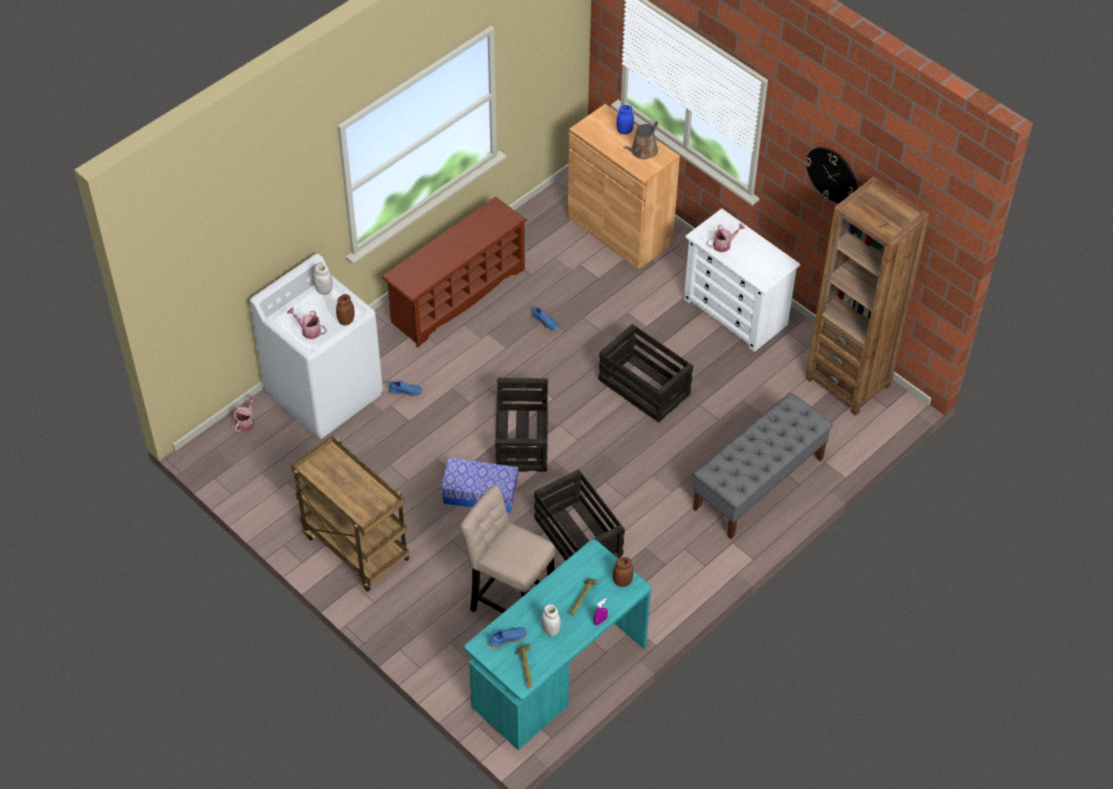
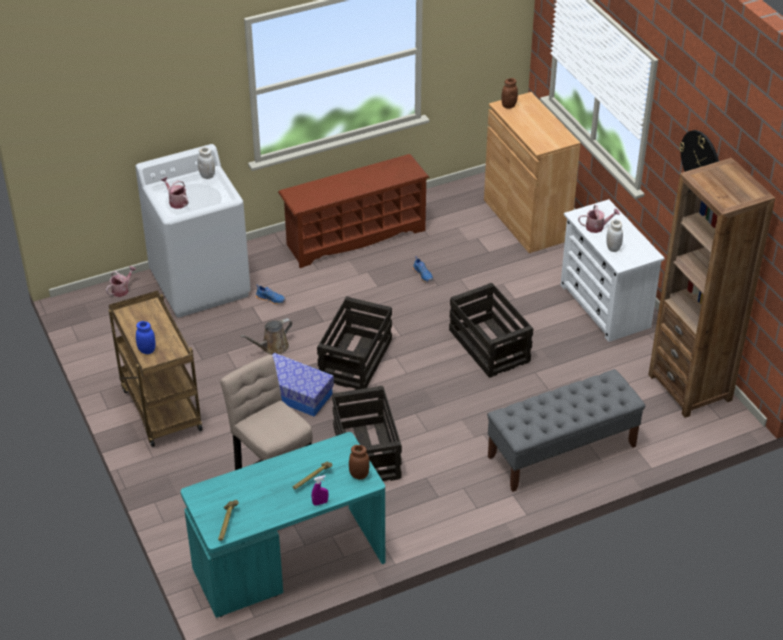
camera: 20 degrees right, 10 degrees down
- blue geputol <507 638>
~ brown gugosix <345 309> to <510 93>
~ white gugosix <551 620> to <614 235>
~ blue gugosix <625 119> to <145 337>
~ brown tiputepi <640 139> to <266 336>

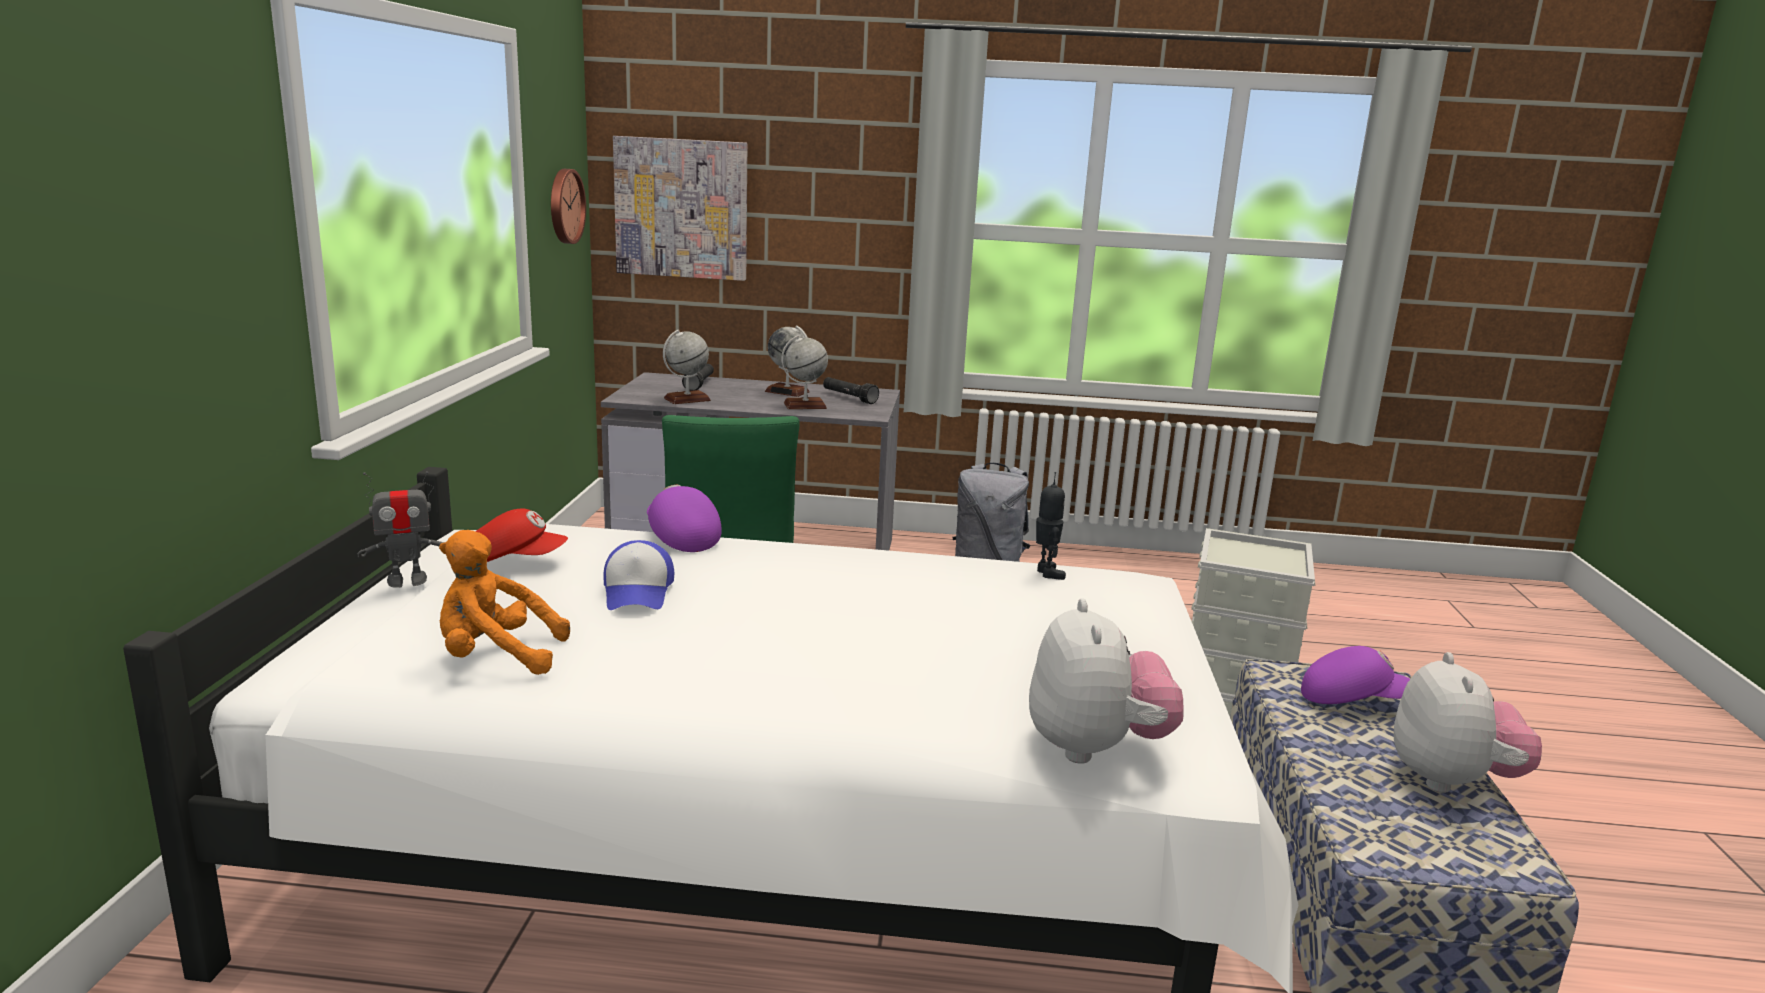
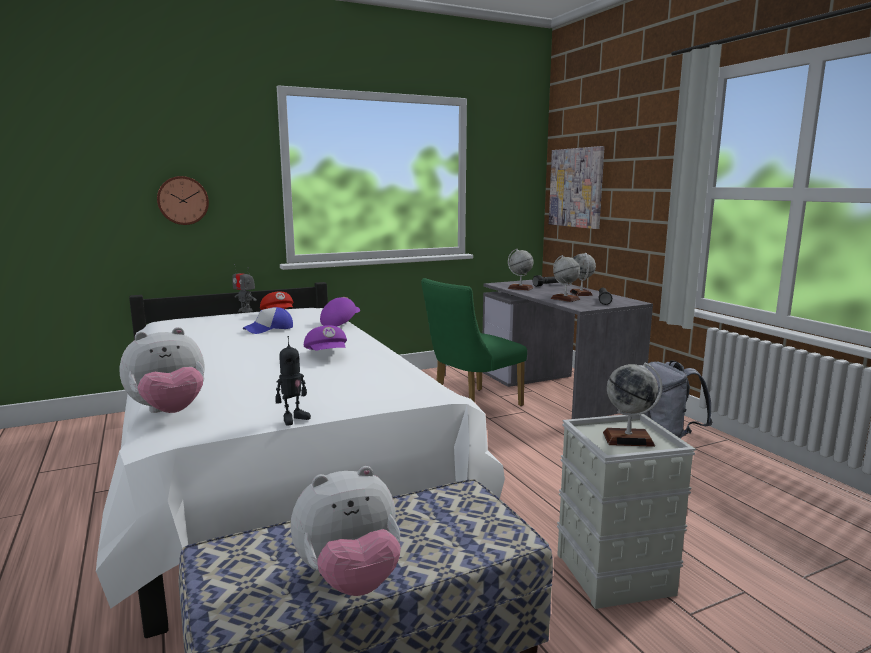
camera: 60 degrees right, 5 degrees down
- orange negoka <504 602>
+ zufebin <633 405>
~ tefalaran <568 206> to <183 200>
~ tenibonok <1051 526> to <293 380>
~ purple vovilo <1355 675> to <325 338>

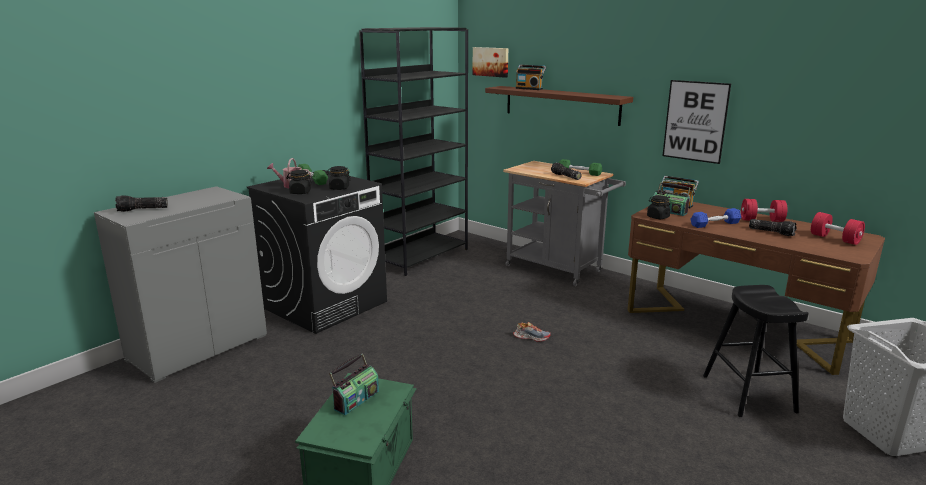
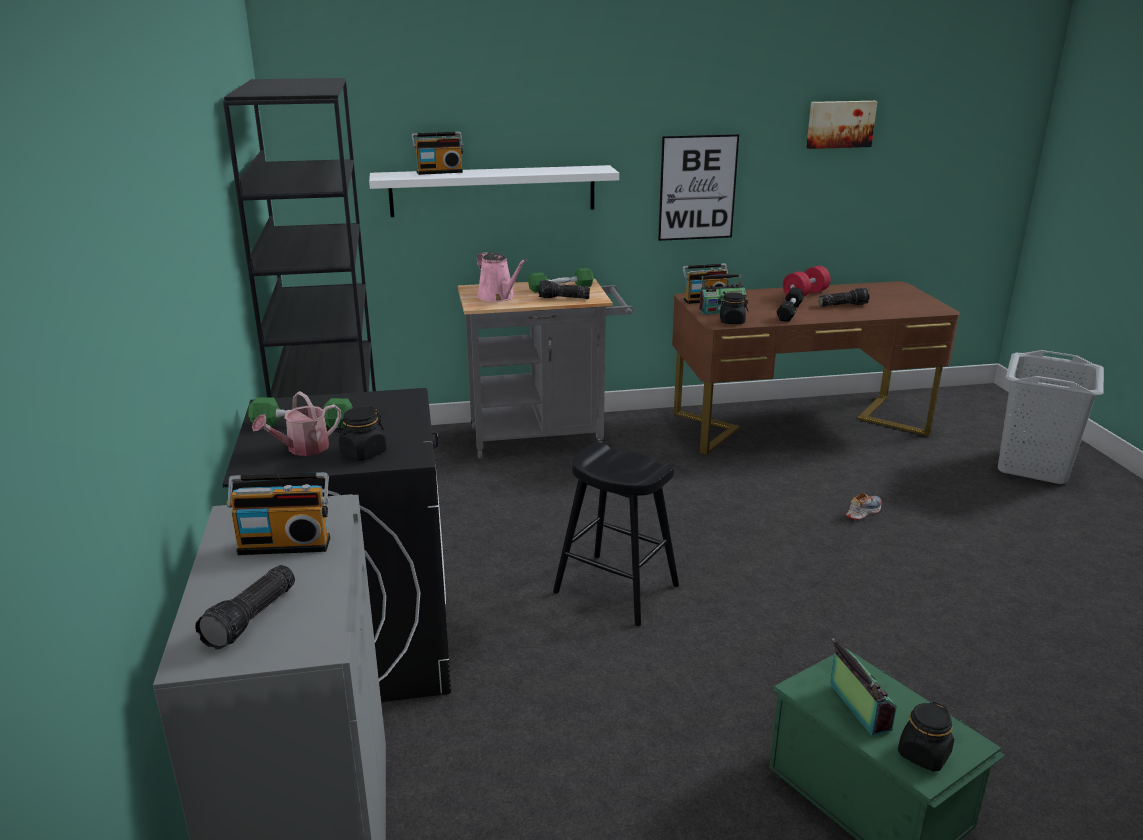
camera: 50 degrees left, 5 degrees up
- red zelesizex <838 228>
+ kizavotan <278 513>
+ pink tiputepi <502 277>
~ black gugosix <338 178> to <926 737>
~ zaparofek <490 62> to <841 125>
~ geputol <532 332> to <864 506>
~ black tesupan <756 351> to <616 534>
~ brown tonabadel <559 106> to white tonabadel <494 191>
~ blue zelesizex <716 218> to black zelesizex <790 305>

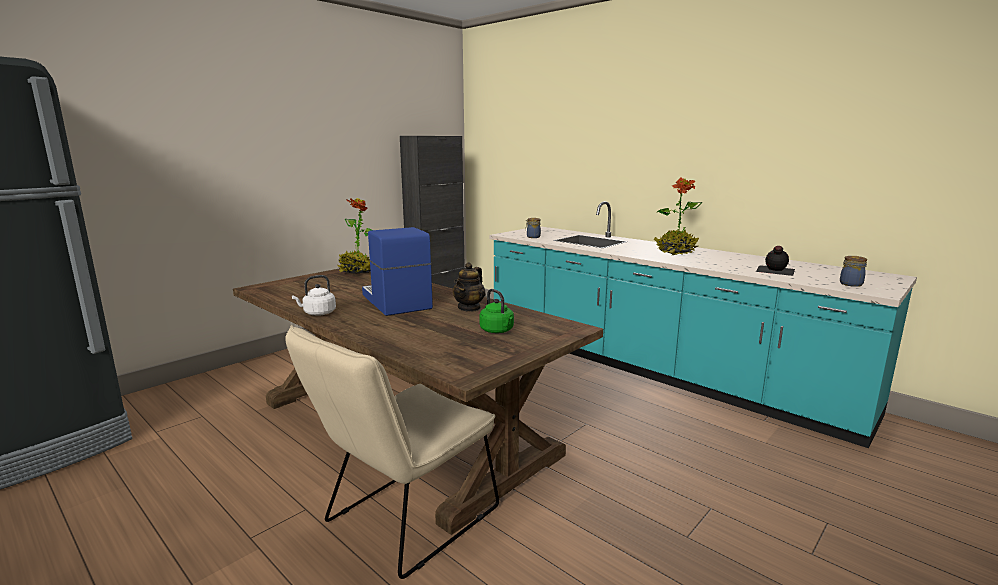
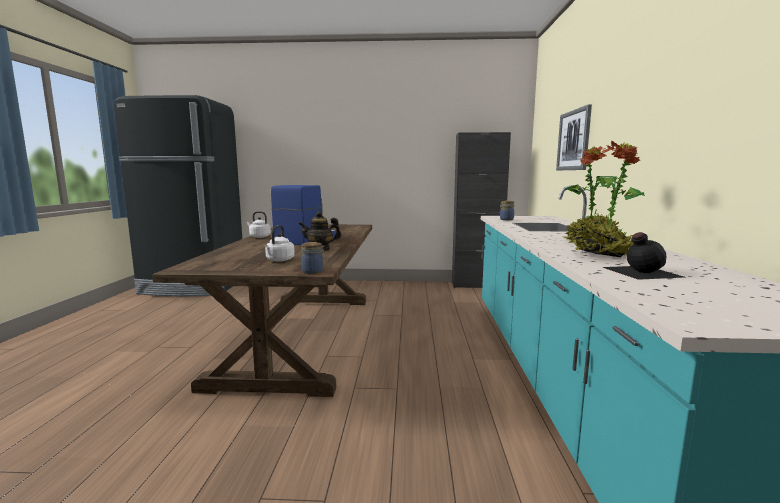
camera: 50 degrees right, 5 degrees down
- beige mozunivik <392 452>
+ zaparofek <574 137>
~ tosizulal <354 235> to <609 198>
~ gugosix <853 271> to <313 258>
~ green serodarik <496 311> to white serodarik <280 243>

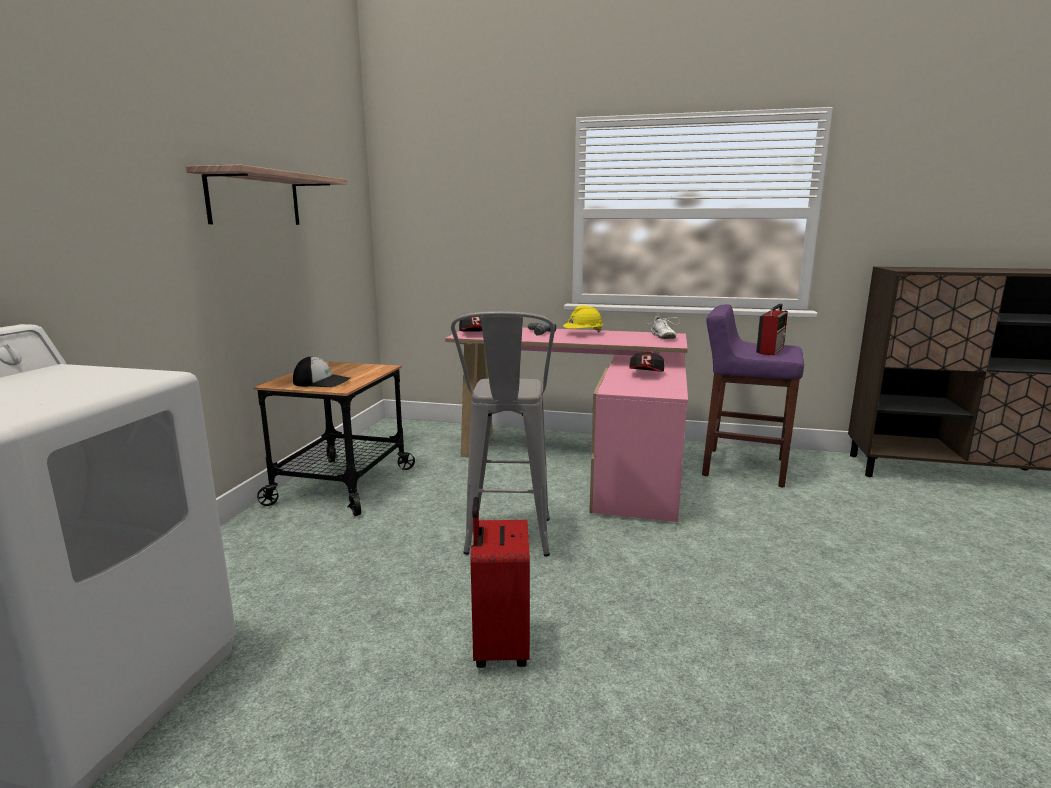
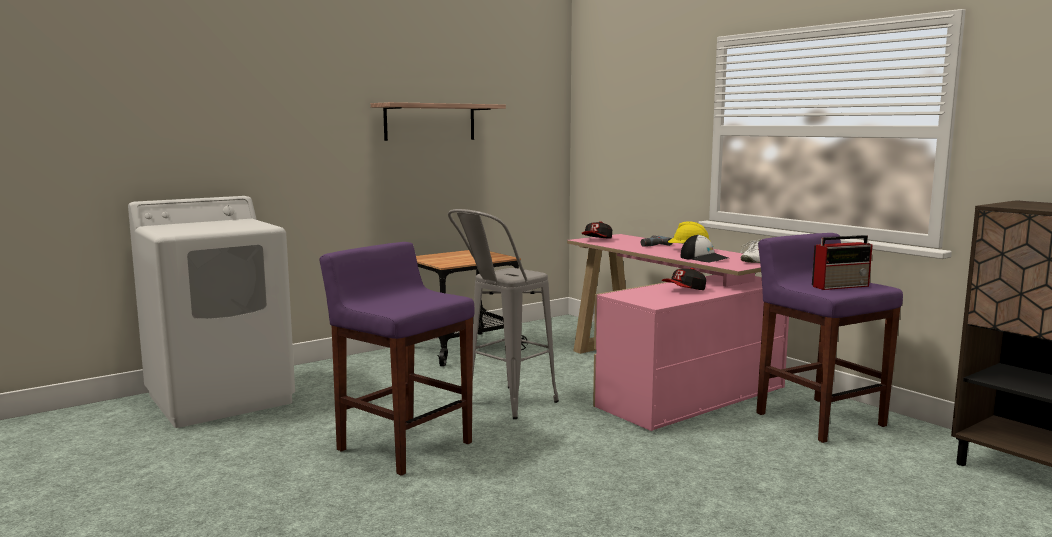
camera: 40 degrees right, 5 degrees down
~ vovilo <321 371> to <704 248>
~ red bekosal <500 582> to purple tesupan <397 359>

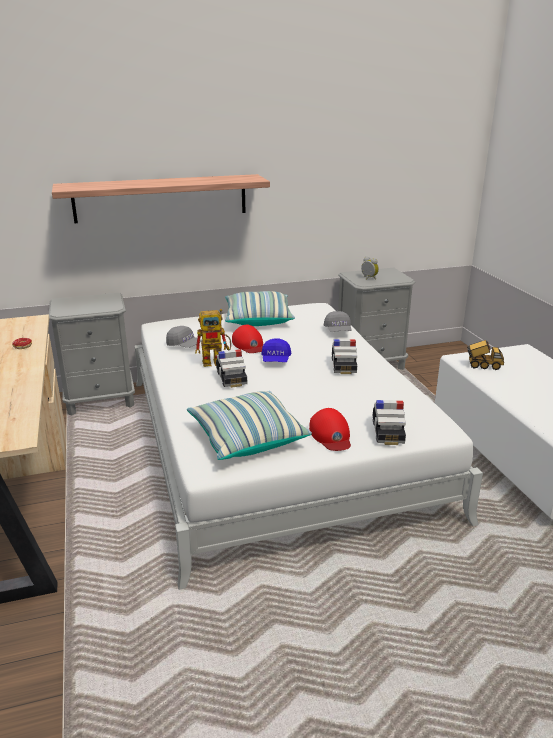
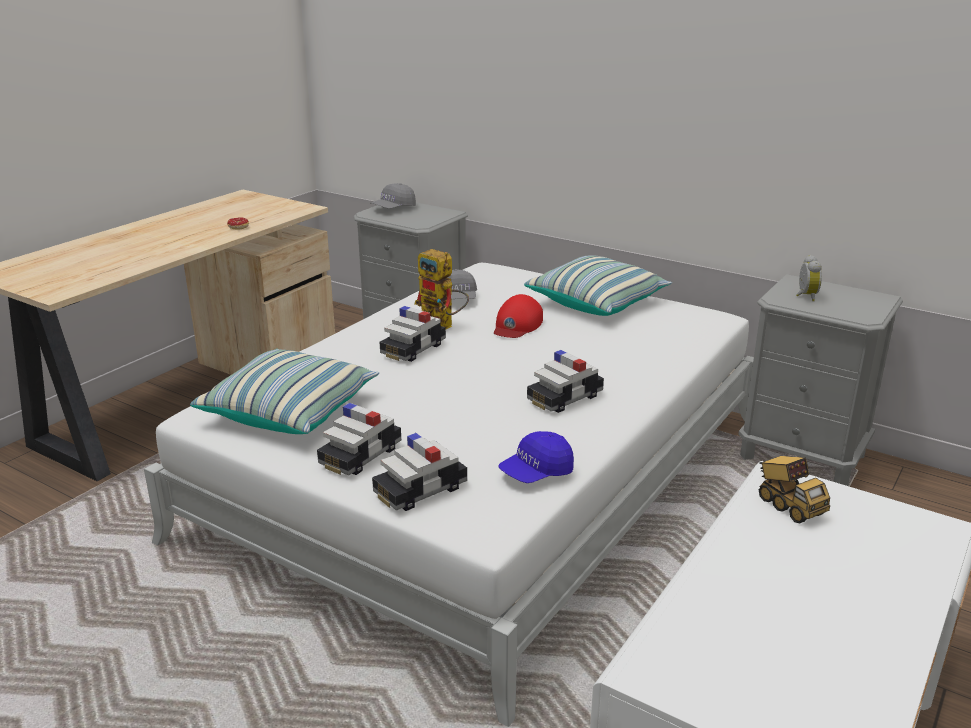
camera: 50 degrees right, 0 degrees up
- tonabadel <161 199>
~ blue vovilo <276 350> to <536 457>
~ grey vovilo <338 321> to <393 196>
~ red vovilo <330 429> to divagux <359 439>

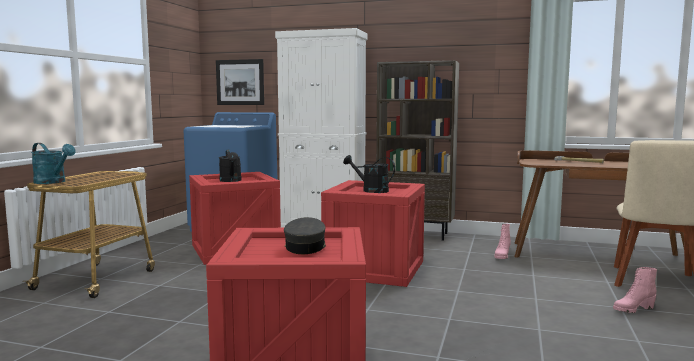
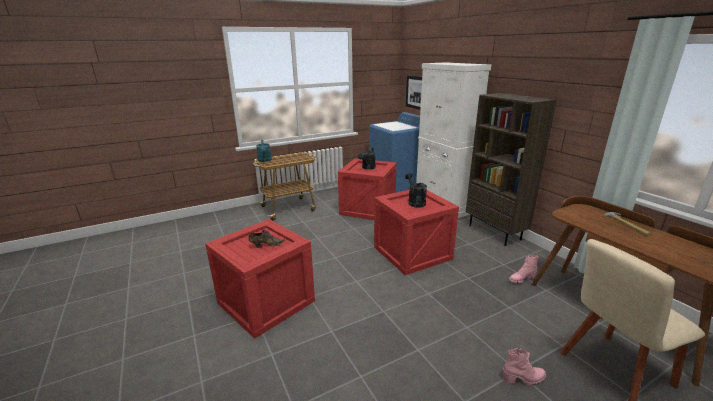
camera: 45 degrees right, 15 degrees up
~ grey vovilo <305 235> to brown geputol <266 239>
~ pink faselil <635 290> = <524 367> 150 degrees clockwise

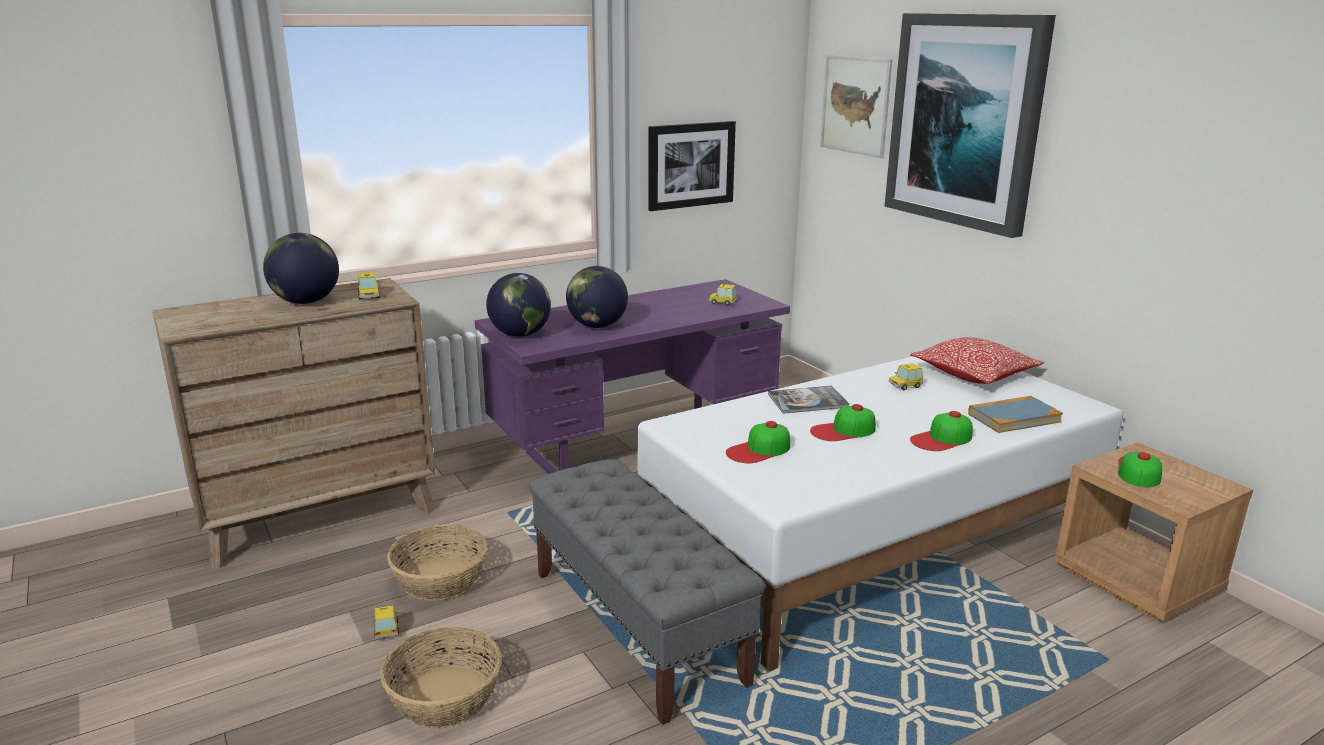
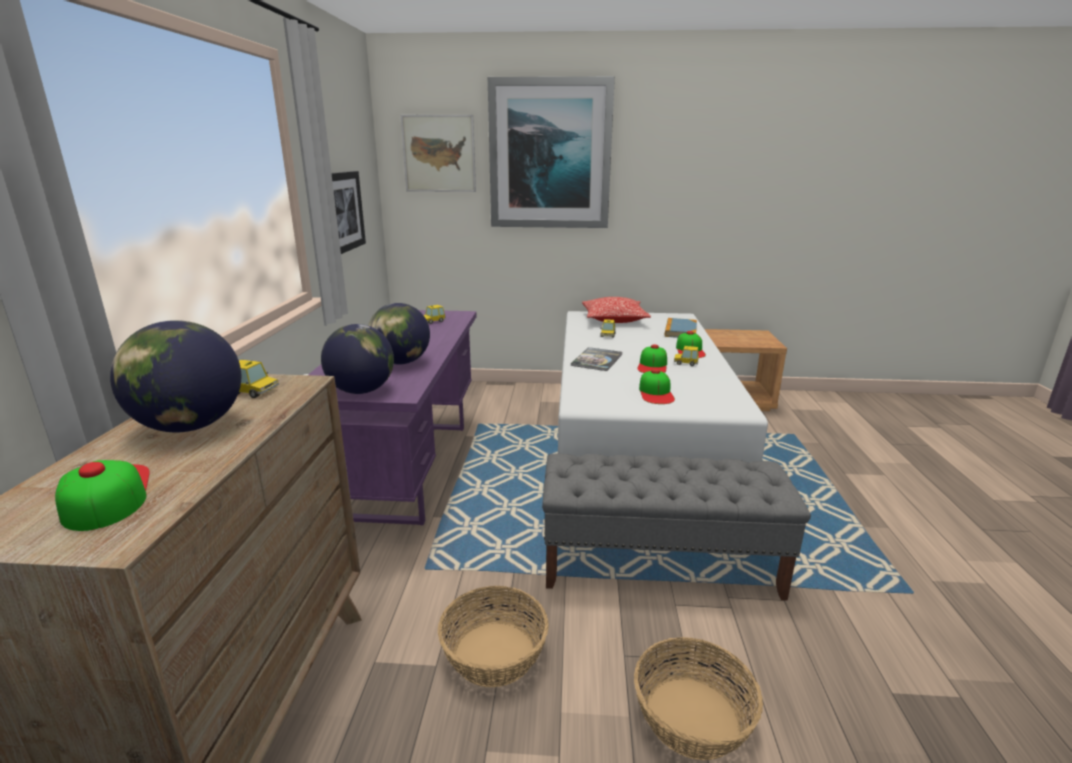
camera: 55 degrees left, 0 degrees up
~ divagux <385 622> to <686 356>
~ vovilo <1140 469> to <102 495>

